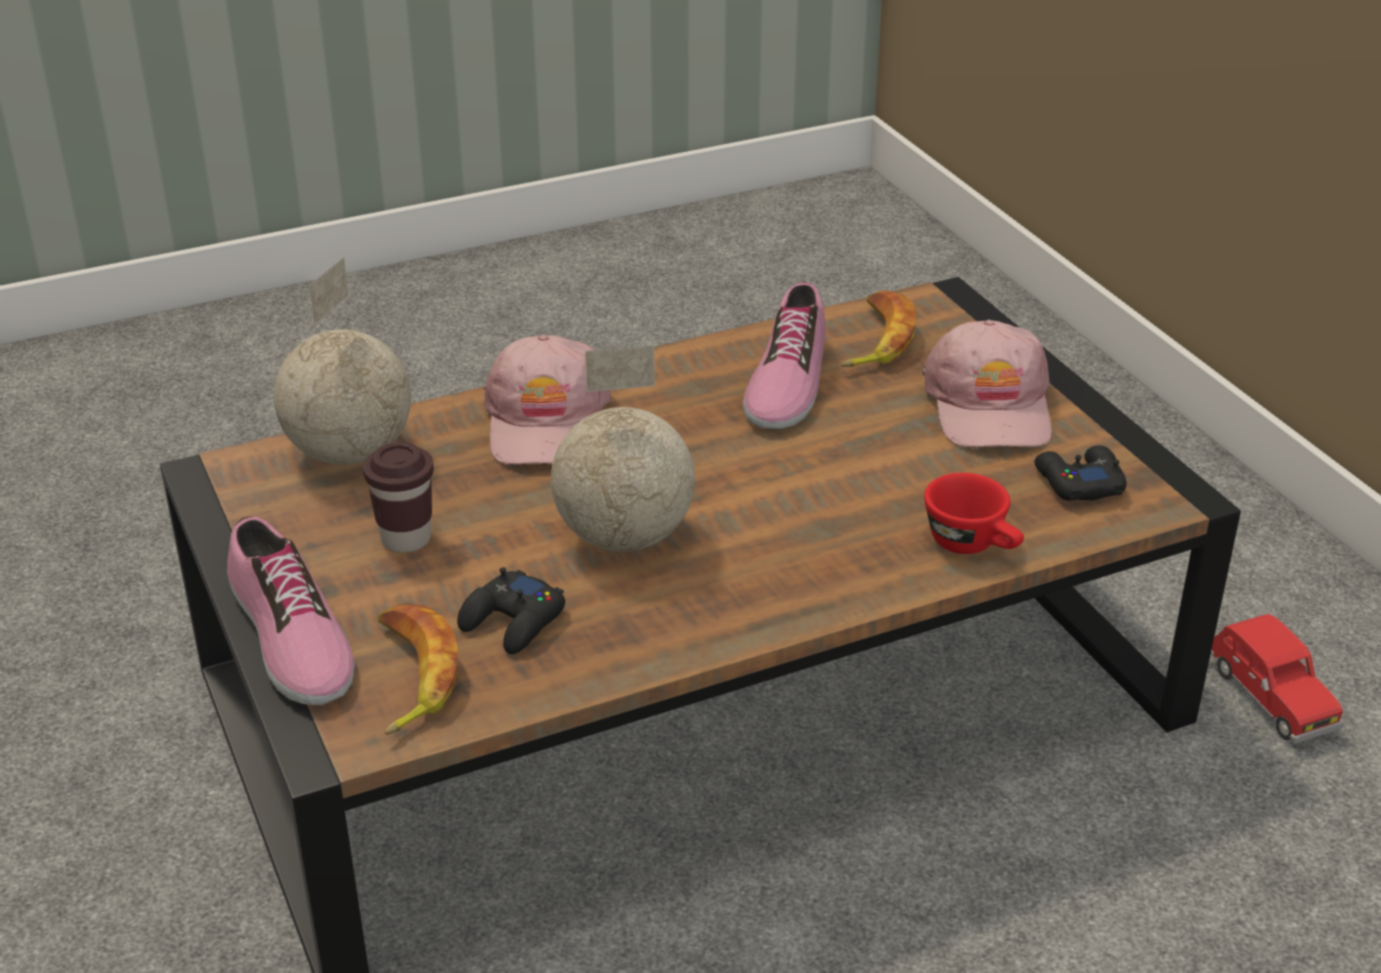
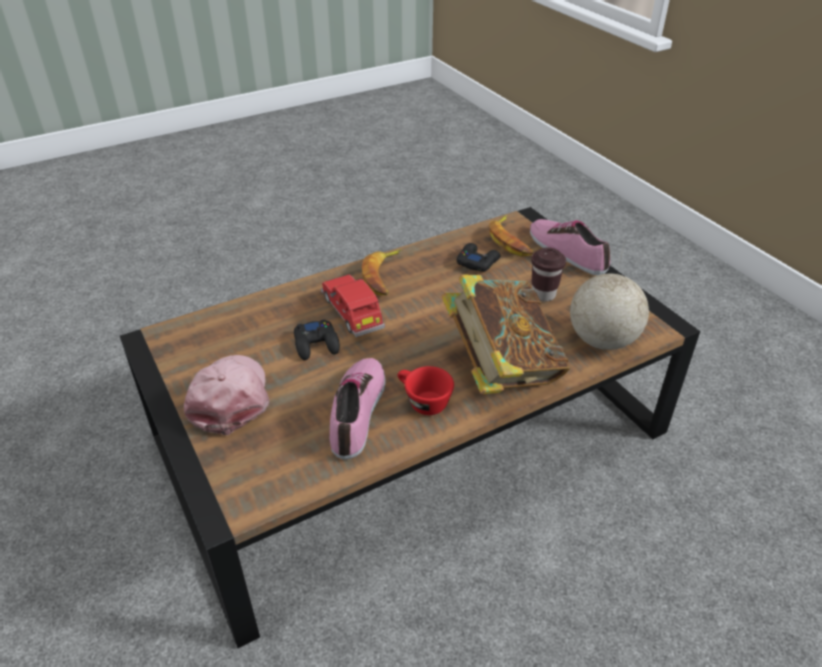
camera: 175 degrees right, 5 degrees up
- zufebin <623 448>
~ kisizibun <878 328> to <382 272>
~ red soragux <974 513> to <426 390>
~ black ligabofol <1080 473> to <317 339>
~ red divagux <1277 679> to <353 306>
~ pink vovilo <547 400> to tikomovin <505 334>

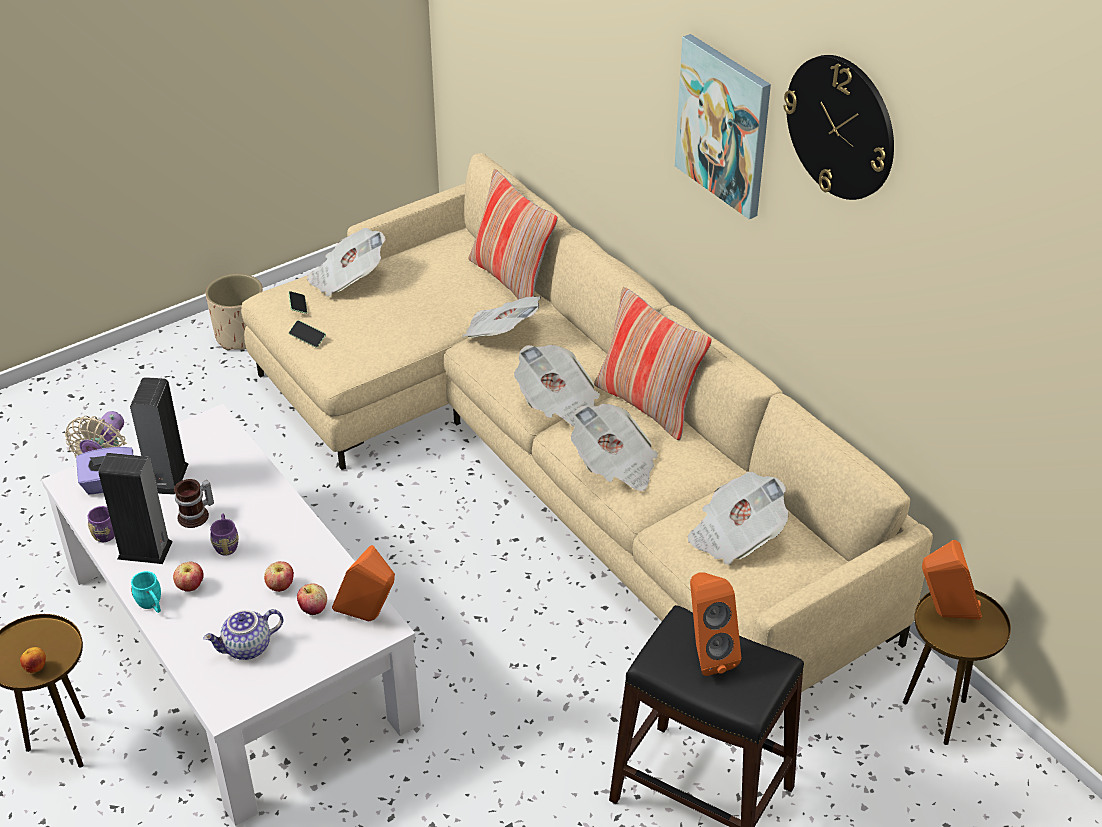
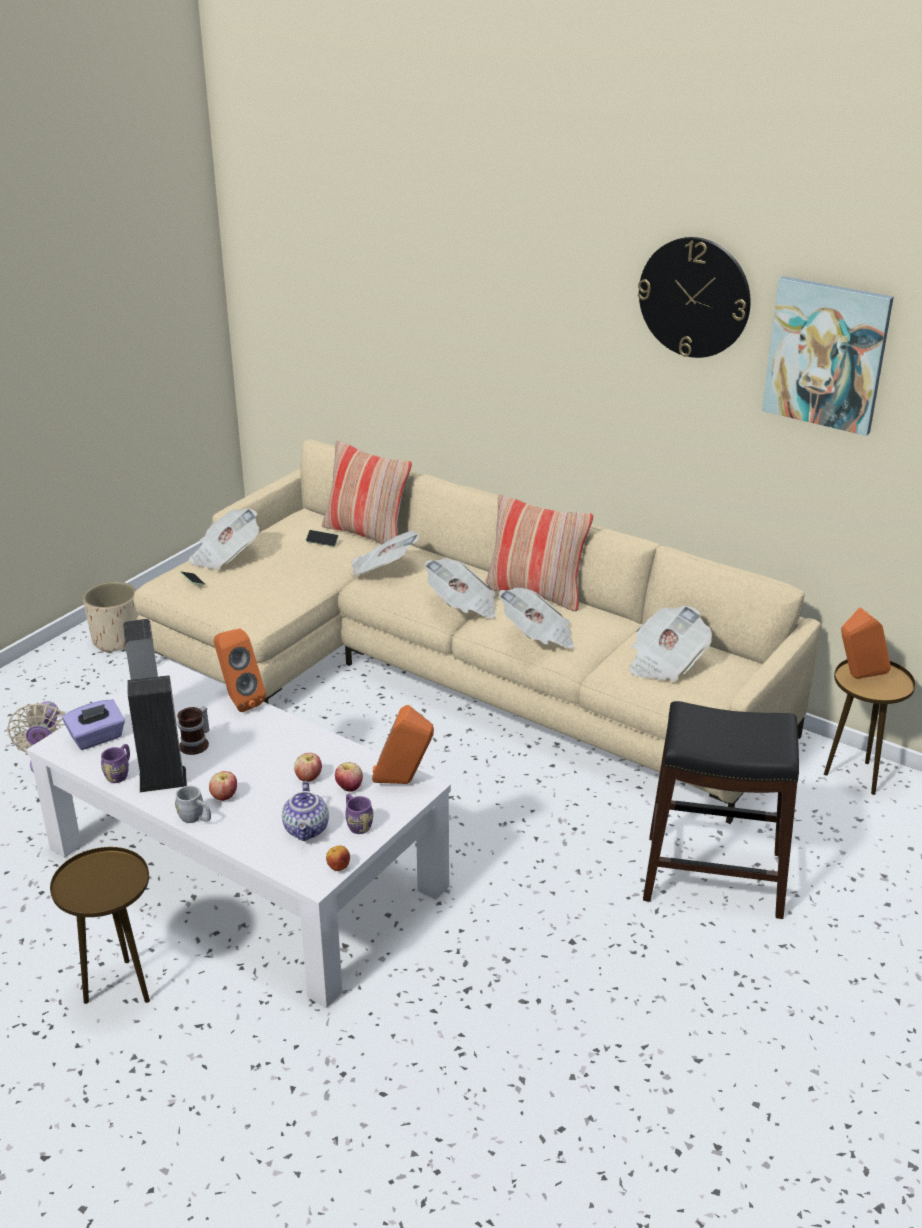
camera: 20 degrees left, 10 degrees down
~ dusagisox <33 660> to <338 858>
~ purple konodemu <224 535> to <359 814>
~ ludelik <307 334> to <322 538>
~ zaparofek <723 126> to <828 356>
~ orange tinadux <715 624> to <240 670>
~ turquoise konodemu <146 592> to grey konodemu <193 804>
~ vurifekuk <243 634> = <305 811> 45 degrees counterclockwise

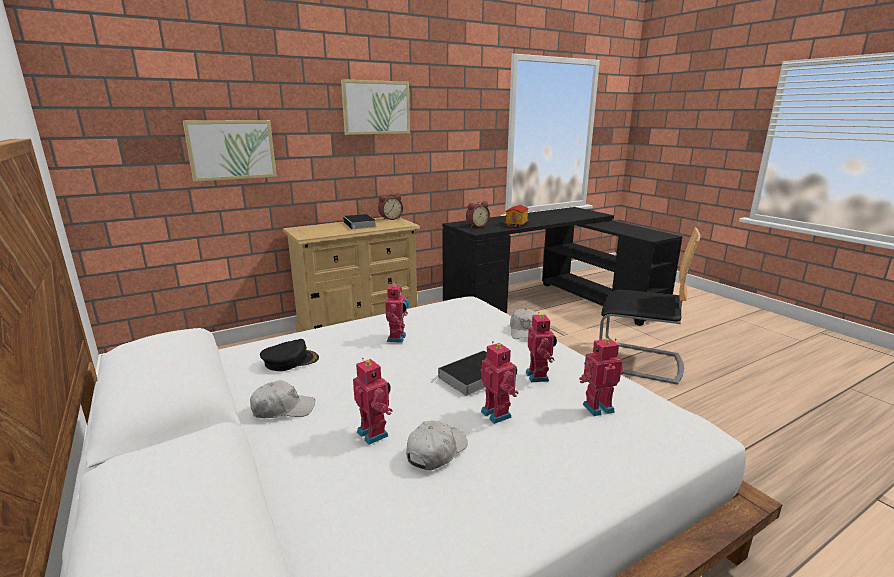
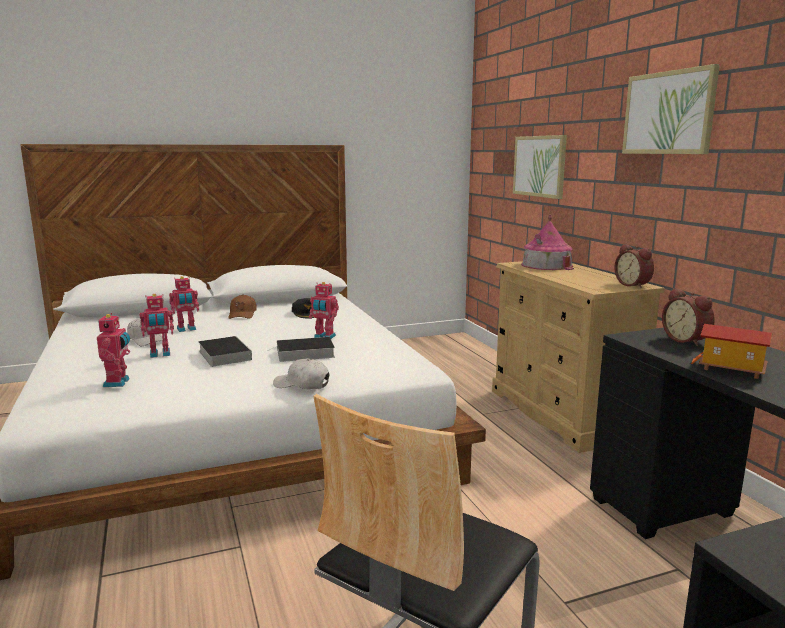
camera: 100 degrees right, 5 degrees down
- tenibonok <541 347>
+ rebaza <547 242>
~ tikomovin <359 222> to <301 349>
~ white vovilo <282 399> to brown vovilo <242 306>

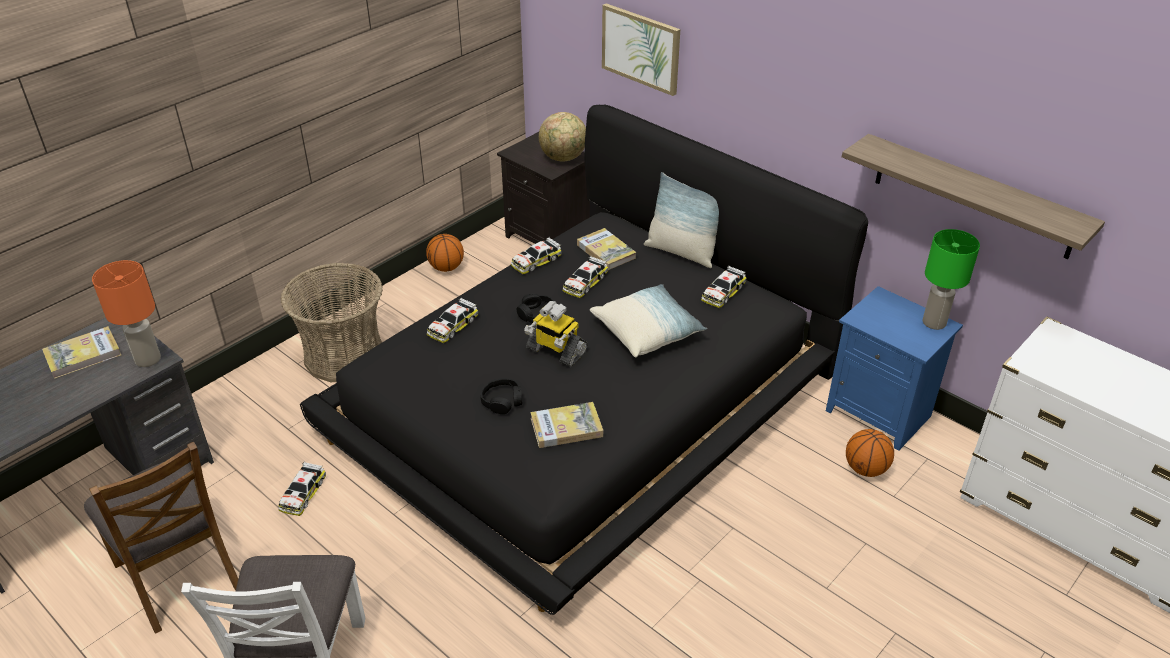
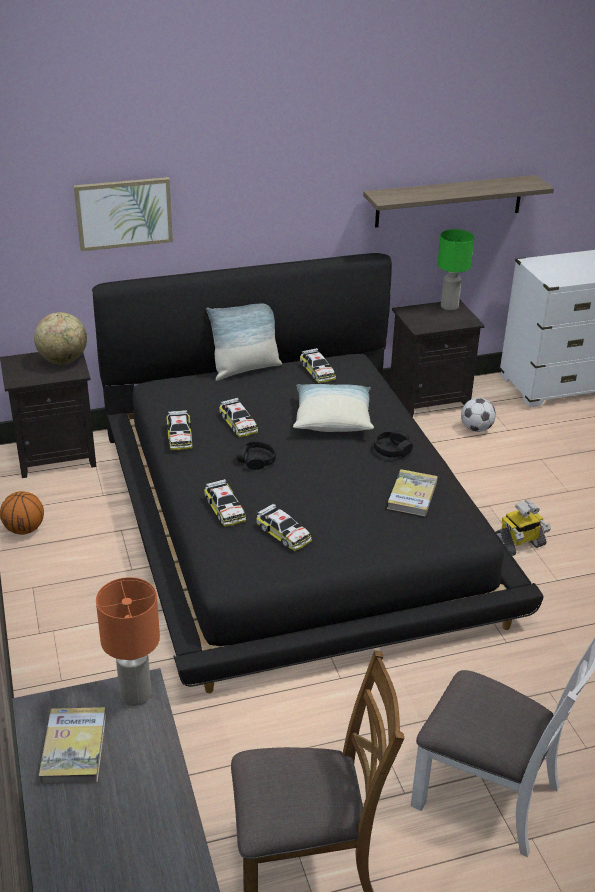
camera: 60 degrees left, 5 degrees down
- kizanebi <332 322>
- tikomovin <606 249>
~ divagux <302 489> to <284 527>
~ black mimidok <501 396> to <393 444>
~ tenibonok <556 334> to <523 528>
~ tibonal <870 453> to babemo <478 415>
~ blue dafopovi <894 368> to black dafopovi <437 358>

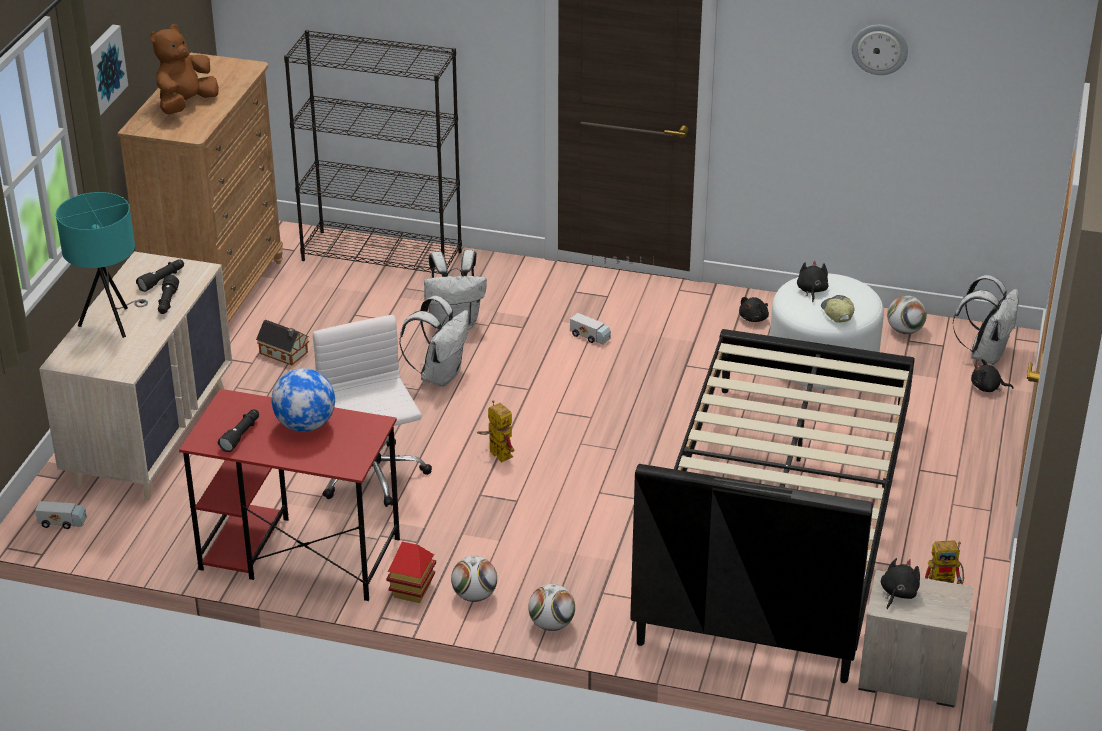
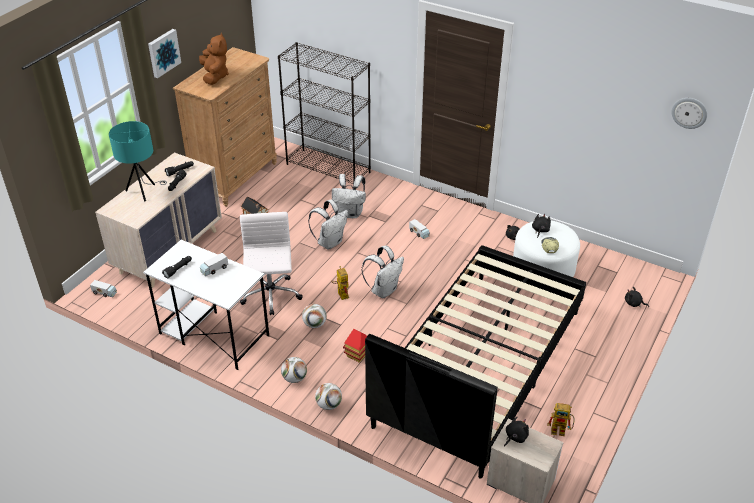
camera: 15 degrees right, 5 degrees up
~ rebaza <411 572> to <355 346>
~ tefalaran <880 50> to <689 113>
~ babemo <907 315> to <314 316>
~ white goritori <986 320> to <383 272>
~ zufebin <303 400> to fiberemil <214 264>
~ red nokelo <289 495> to white nokelo <206 305>
~ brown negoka <184 69> = <214 59> 120 degrees clockwise

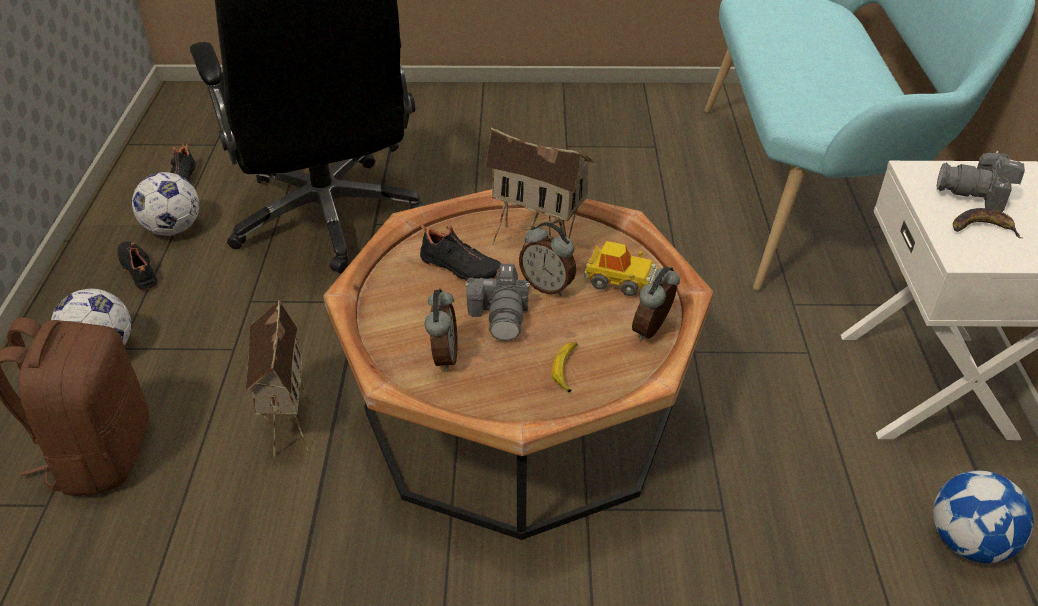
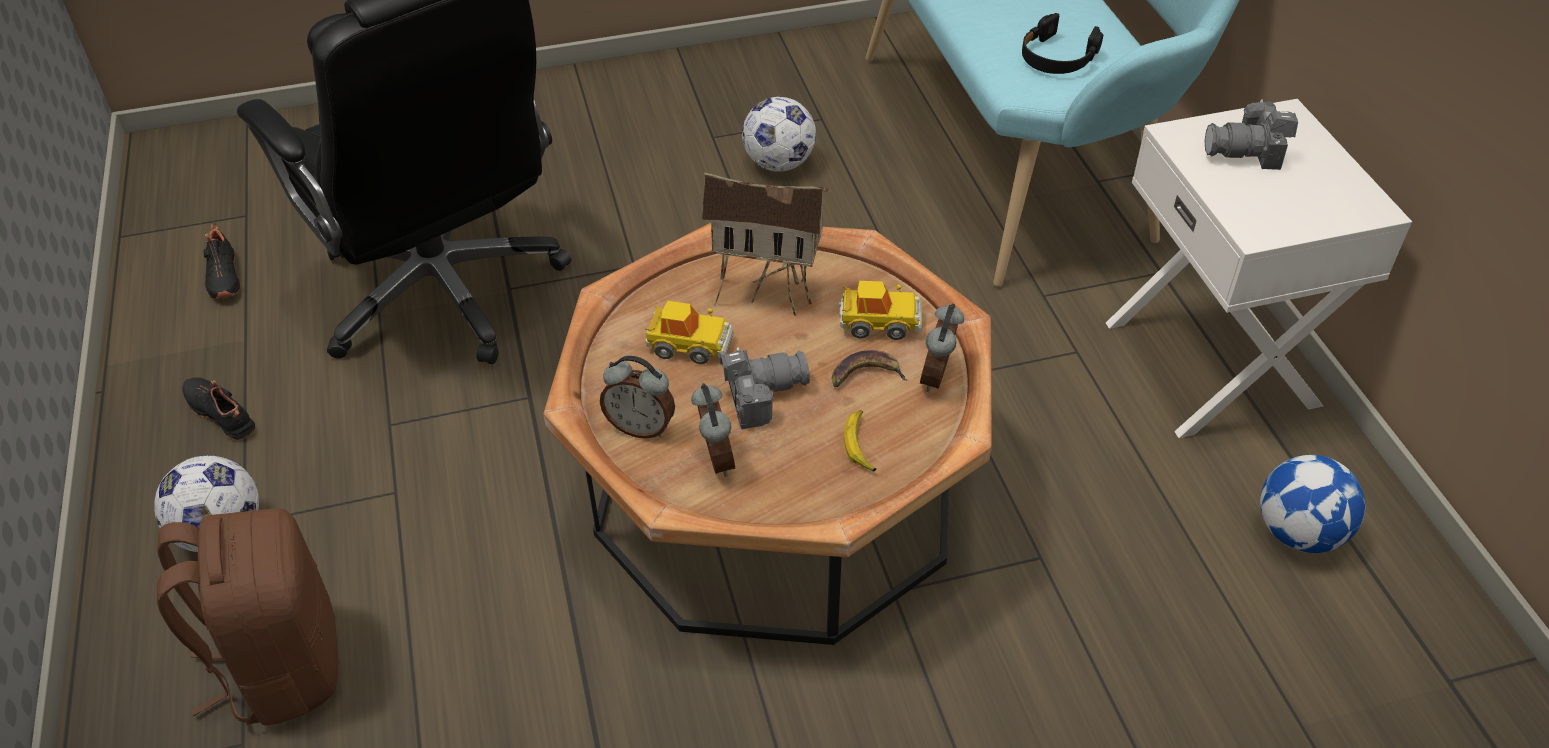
camera: 15 degrees left, 5 degrees up
- rebaza <278 378>
+ black mimidok <1062 43>
~ babemo <165 204> to <779 134>
~ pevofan <547 259> to <637 397>
~ kisizibun <987 223> to <869 368>
~ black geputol <460 253> to divagux <689 332>
~ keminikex <497 302> = <765 388> 90 degrees counterclockwise

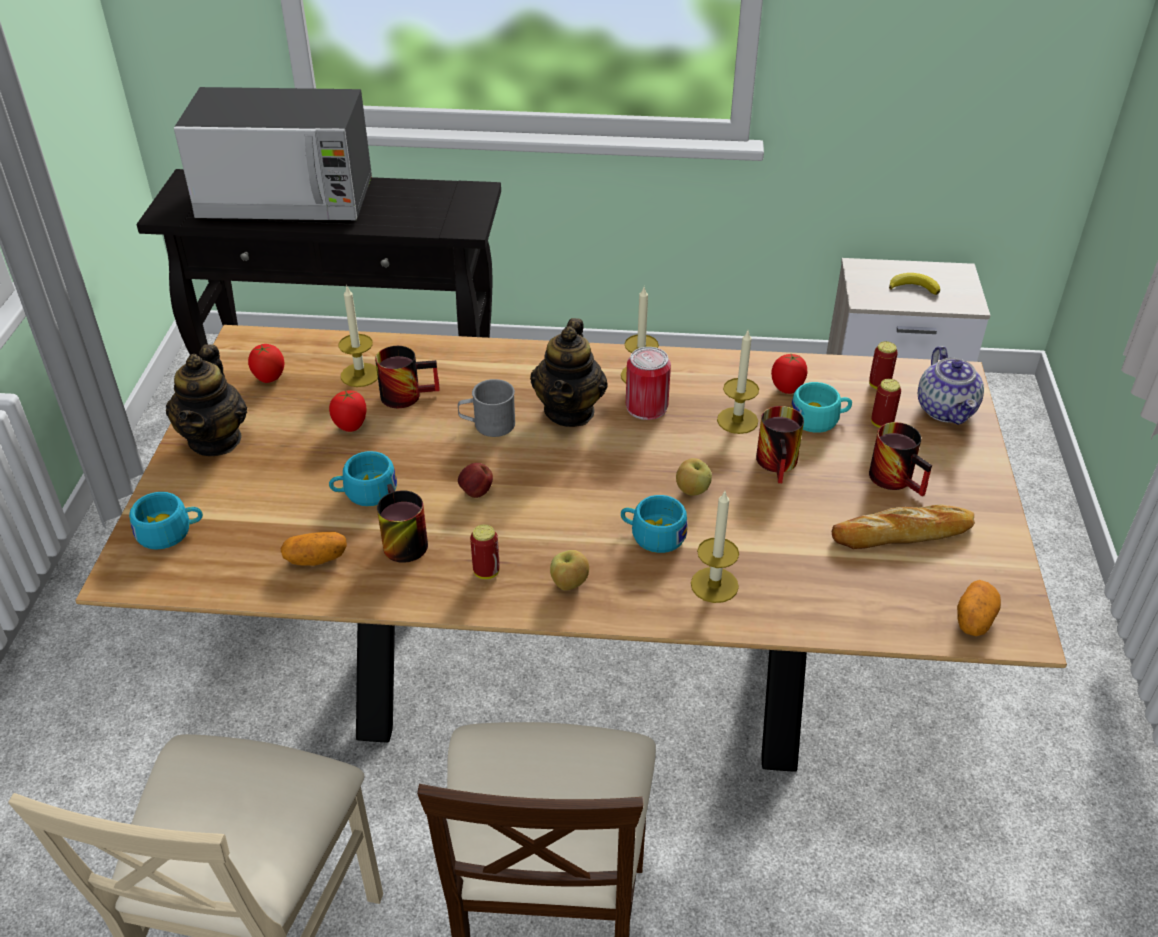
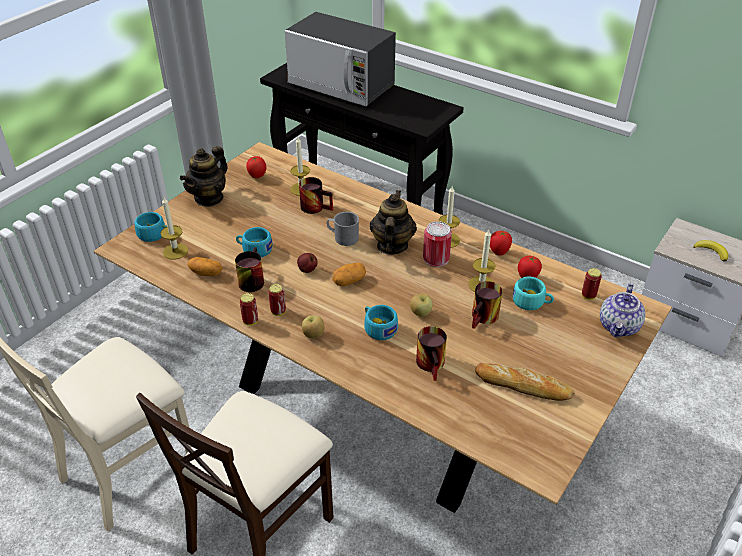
camera: 30 degrees right, 0 degrees up
~ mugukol <347 411> to <501 243>
~ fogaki <715 547> to <174 228>
~ konodemu <900 459> to <431 353>
~ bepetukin <886 403> to <249 309>
~ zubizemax <979 608> to <349 274>
~ vurifekuk <569 372> = <393 222> 150 degrees clockwise

